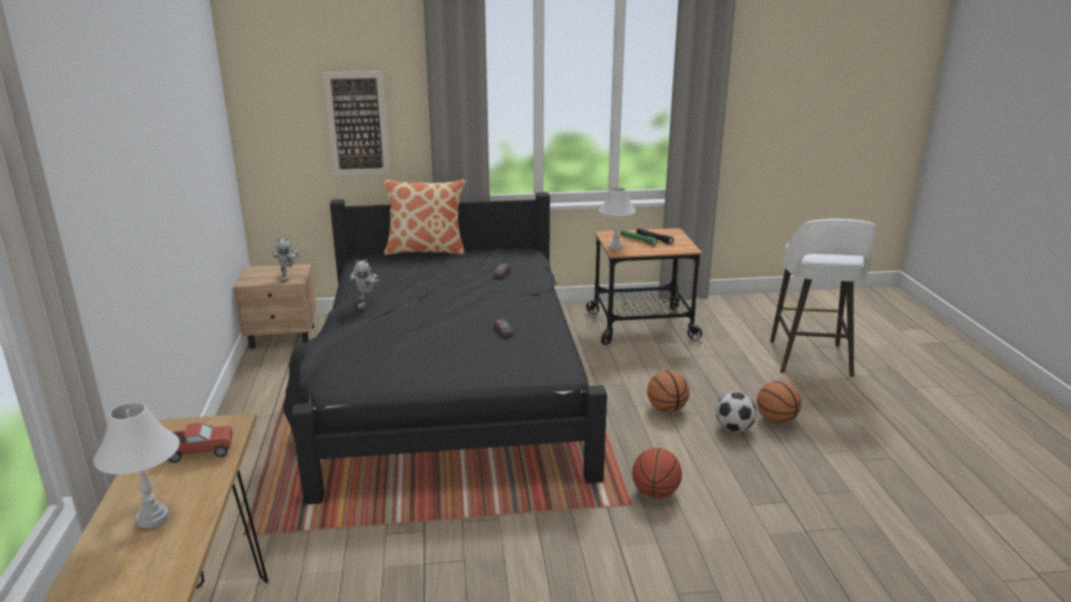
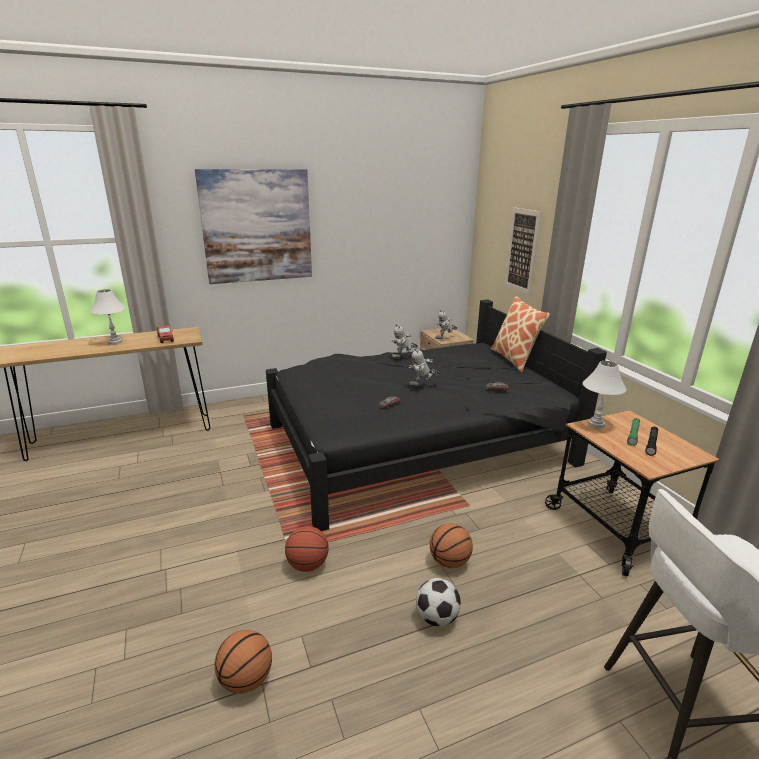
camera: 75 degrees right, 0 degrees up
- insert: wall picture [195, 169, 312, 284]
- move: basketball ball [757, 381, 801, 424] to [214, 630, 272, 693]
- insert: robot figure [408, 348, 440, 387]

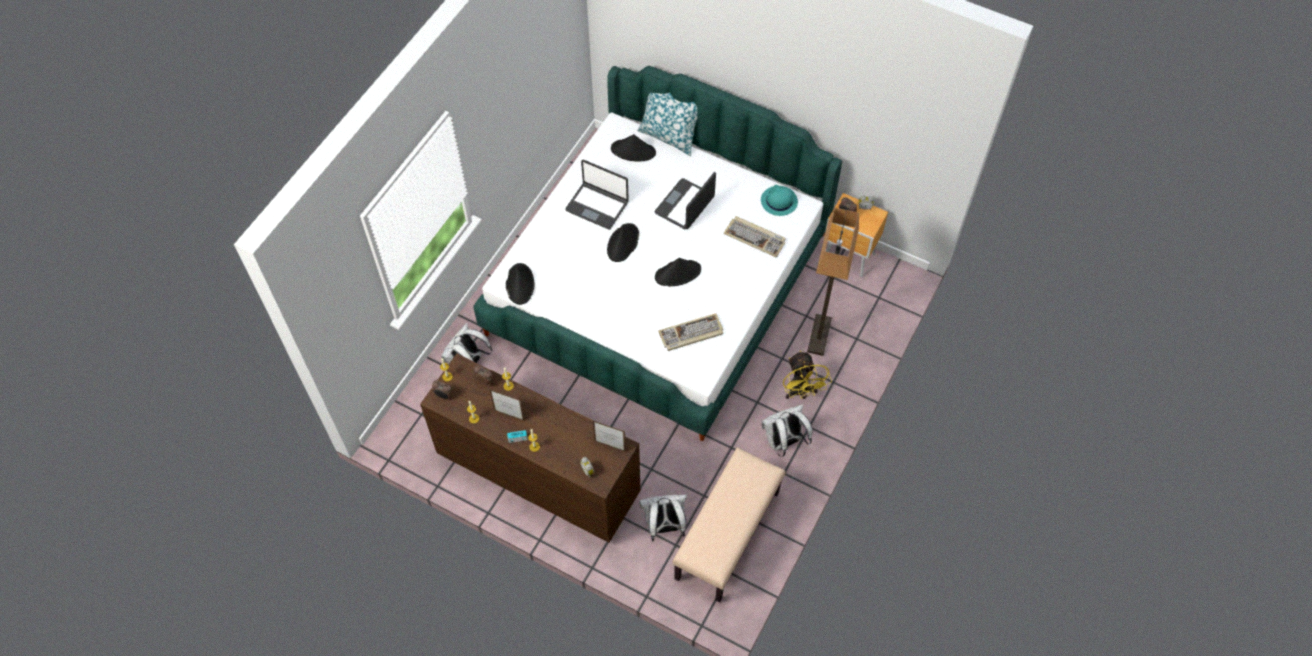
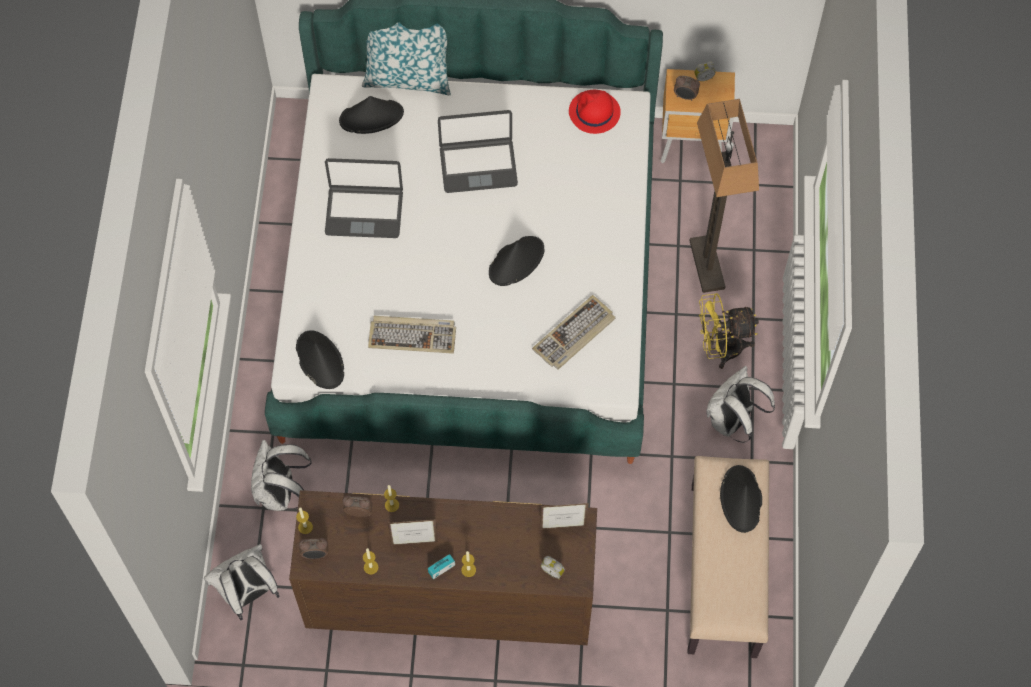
camera: 25 degrees left, 5 degrees up
- move: white-coloured knapsack [639, 495, 687, 541] to [204, 544, 280, 621]
- move: PC keyboard [724, 216, 786, 257] to [368, 316, 456, 354]
- rotate: portable computer [655, 172, 716, 229] = [438, 110, 518, 193] 105 degrees counterclockwise
- recolor: blue-green wearable hat [761, 185, 798, 216] to reddish wearable hat [569, 90, 621, 134]
- rotate: yellowish fan [783, 351, 832, 399] = [699, 293, 759, 369] 120 degrees clockwise
- move: black wearable hat [607, 223, 639, 262] to [720, 465, 762, 533]

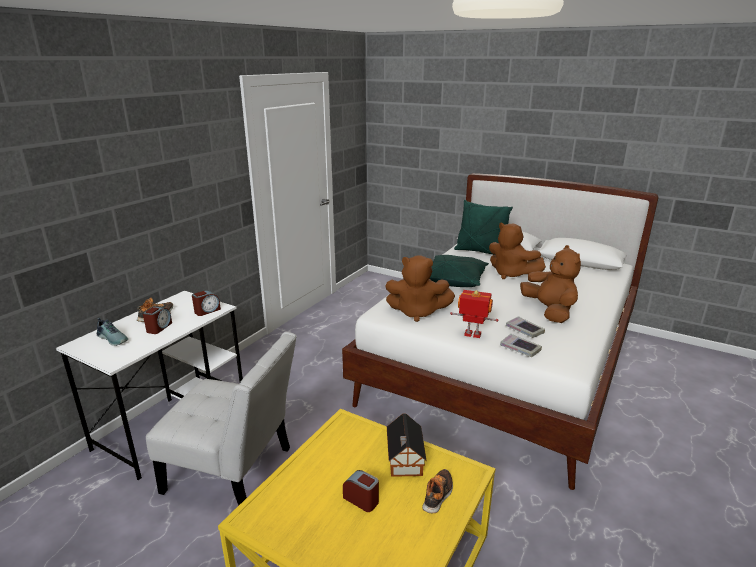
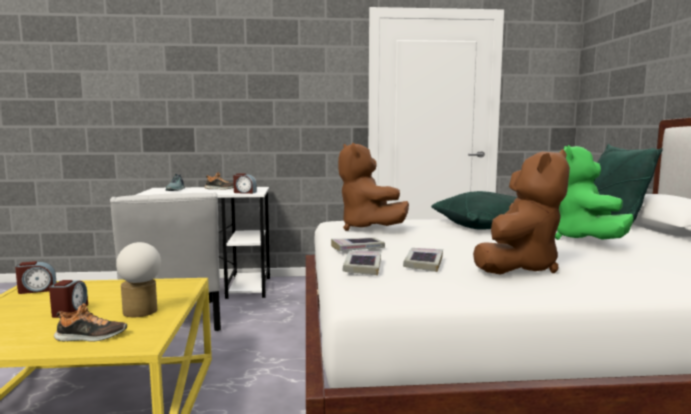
camera: 55 degrees right, 15 degrees down
- move: bedside clock [143, 306, 172, 334] to [15, 261, 57, 294]
- replace: miniature house [387, 413, 427, 477] to lamp for a table [116, 242, 161, 317]
- replace: robot figure [450, 290, 499, 338] to book [331, 238, 385, 251]
- recolor: brown-coloured plush toy [489, 222, 546, 279] to green-coloured plush toy [555, 145, 633, 240]

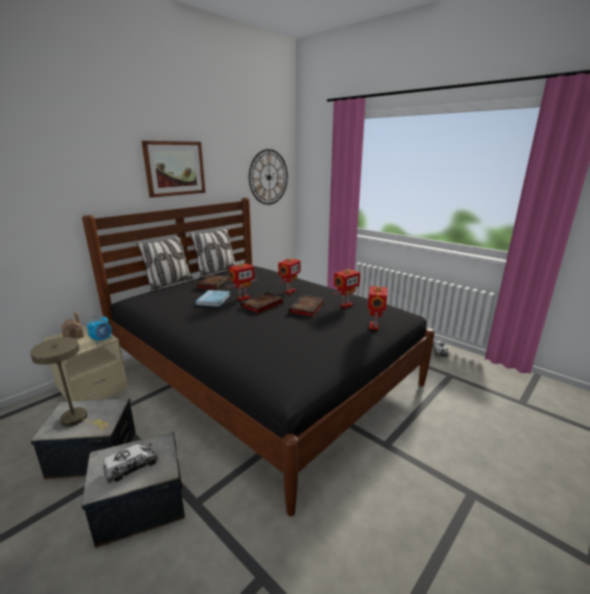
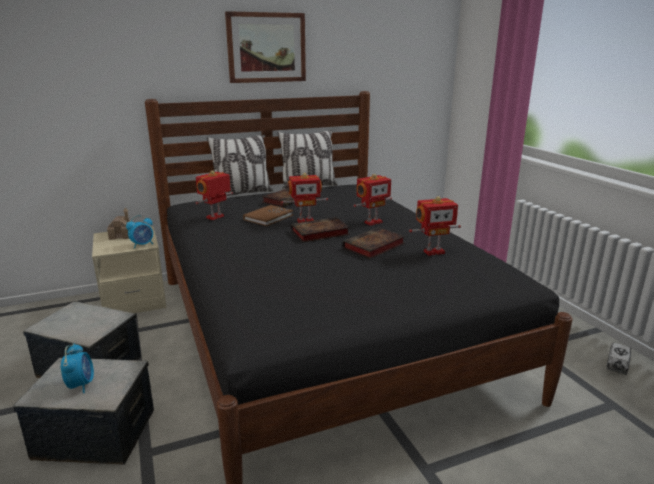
camera: 25 degrees right, 0 degrees up
- replace: toy truck [103, 443, 158, 483] to bedside clock [61, 343, 94, 393]
- move: robot figure [368, 286, 387, 330] to [196, 170, 233, 220]
- recolor: bluish book [196, 290, 230, 307] to brown-coloured book [243, 205, 293, 226]
- delete: sand-coloured lamp for a table [30, 337, 108, 429]
- delete: clock on the wall [249, 149, 288, 205]

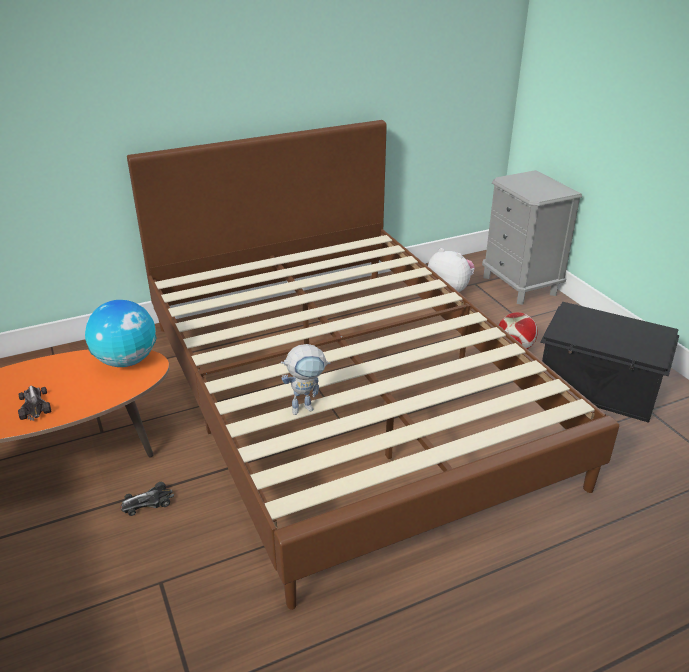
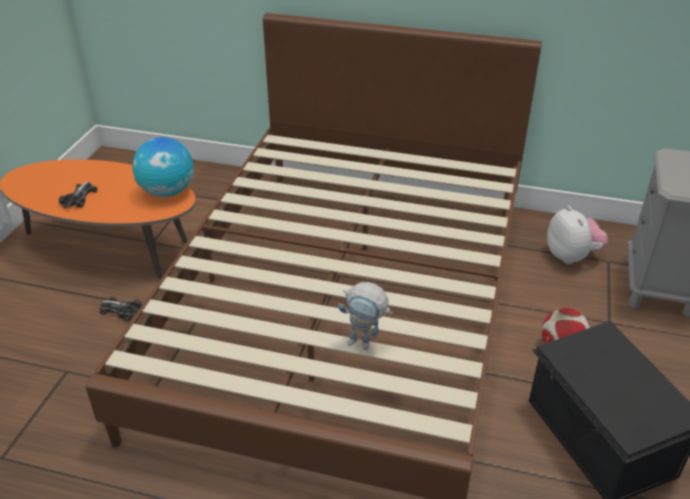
camera: 40 degrees right, 5 degrees up
- move: robot figure [281, 344, 330, 415] to [338, 282, 393, 350]

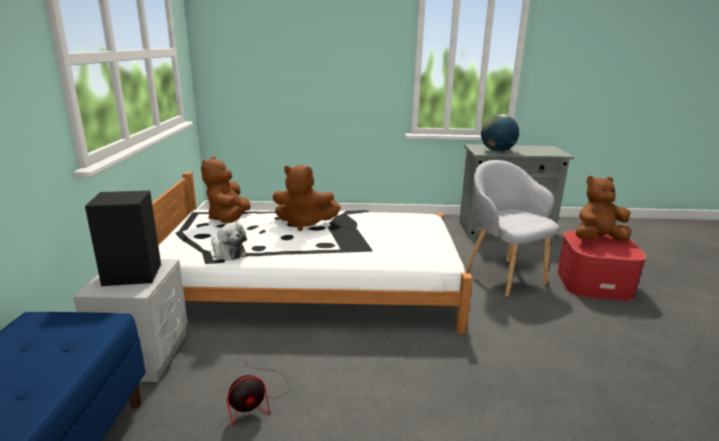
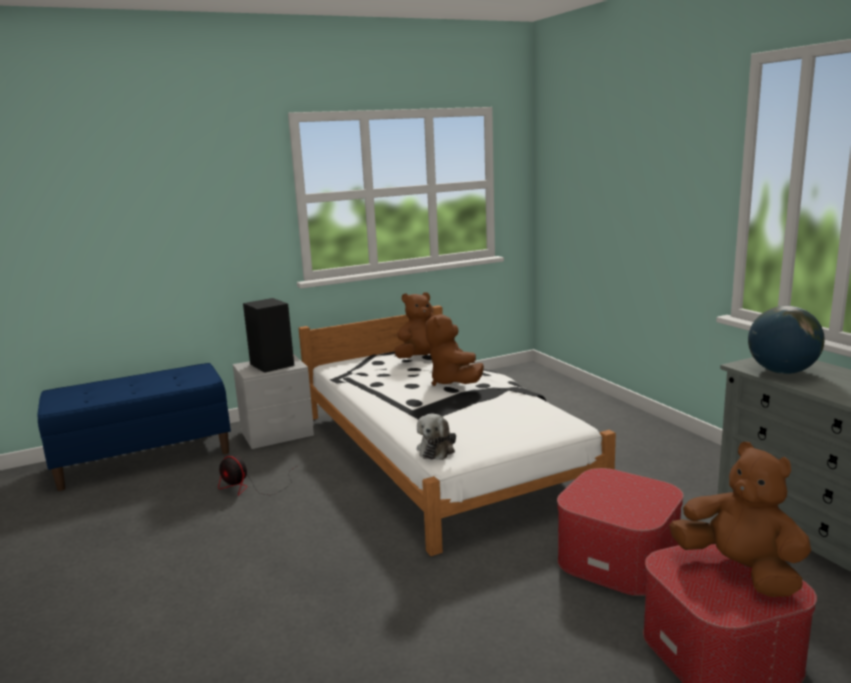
camera: 65 degrees right, 5 degrees down
- move: plush toy [211, 222, 247, 261] to [417, 414, 456, 460]
- replace: gray easy chair [465, 160, 559, 298] to pouffe [557, 468, 683, 596]

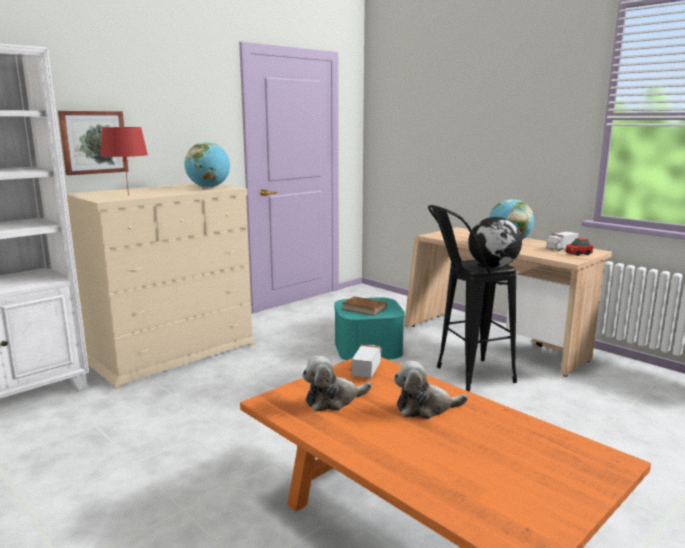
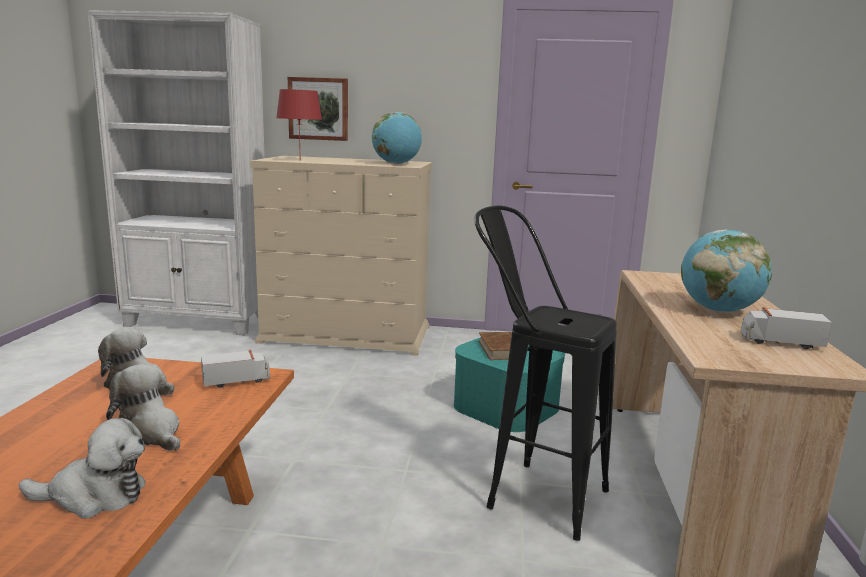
camera: 50 degrees right, 0 degrees up
- insert: plush toy [19, 418, 145, 519]
- delete: world globe [468, 217, 522, 268]
- delete: model car [566, 238, 593, 256]

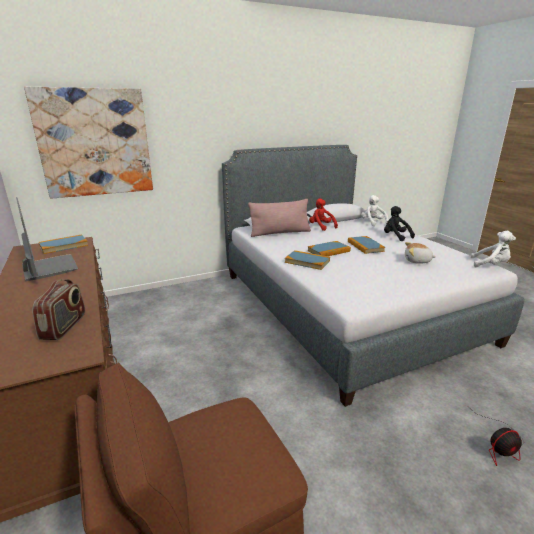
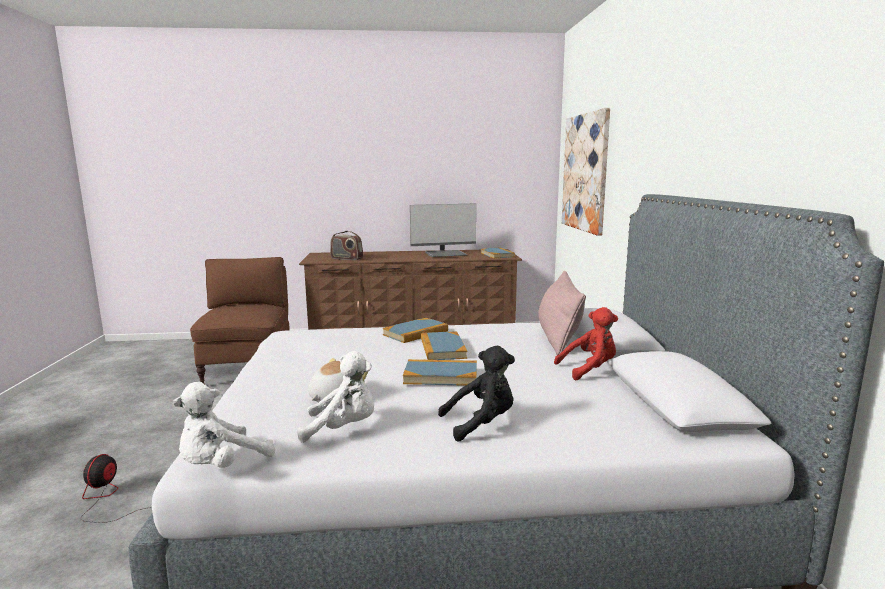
camera: 110 degrees right, 10 degrees down
- move: white-coloured plush toy [361, 195, 389, 226] to [297, 351, 374, 443]

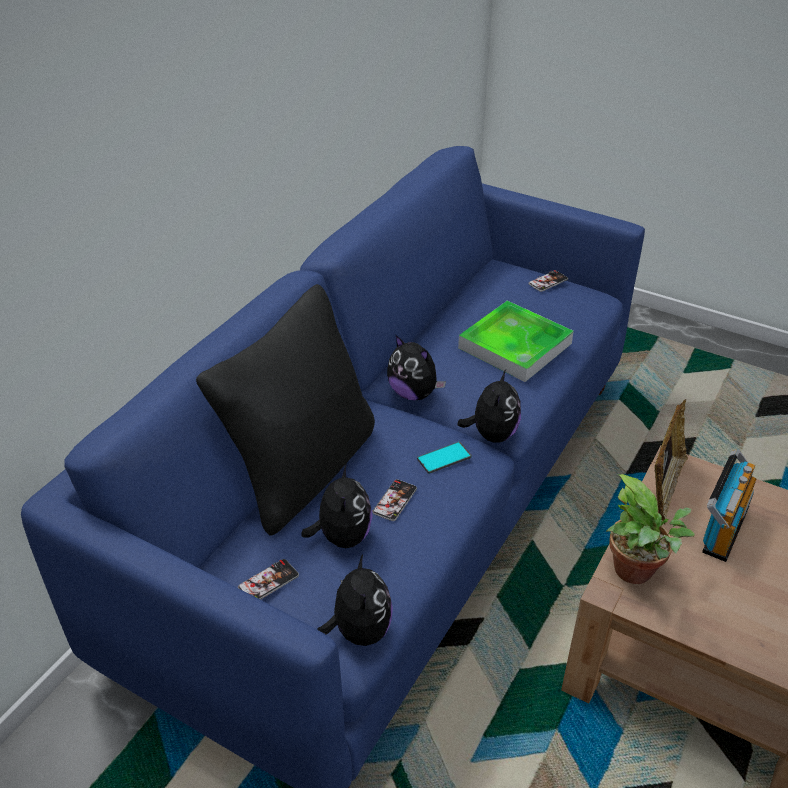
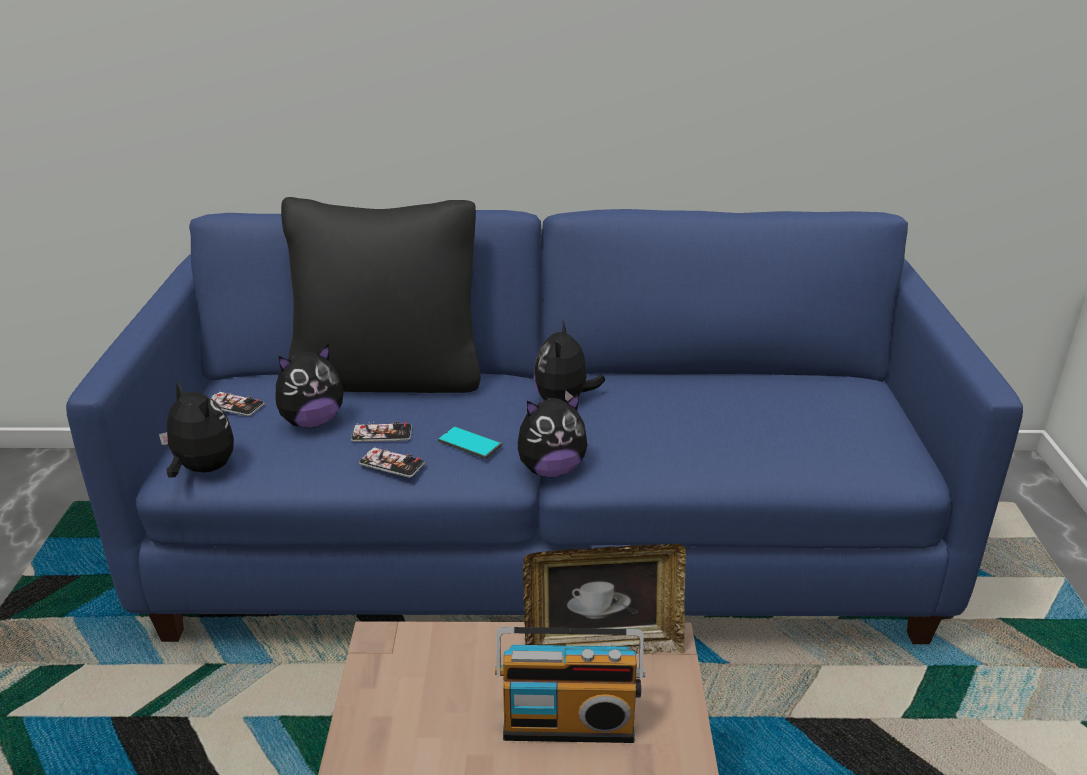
camera: 60 degrees right, 10 degrees down
- rotate: plush toy [317, 554, 393, 646] = [159, 380, 234, 477] 105 degrees counterclockwise
- move: handset [528, 270, 568, 292] to [359, 446, 425, 478]
- delete: carrying tray [458, 301, 574, 382]
- delete: houseplant [606, 474, 695, 584]

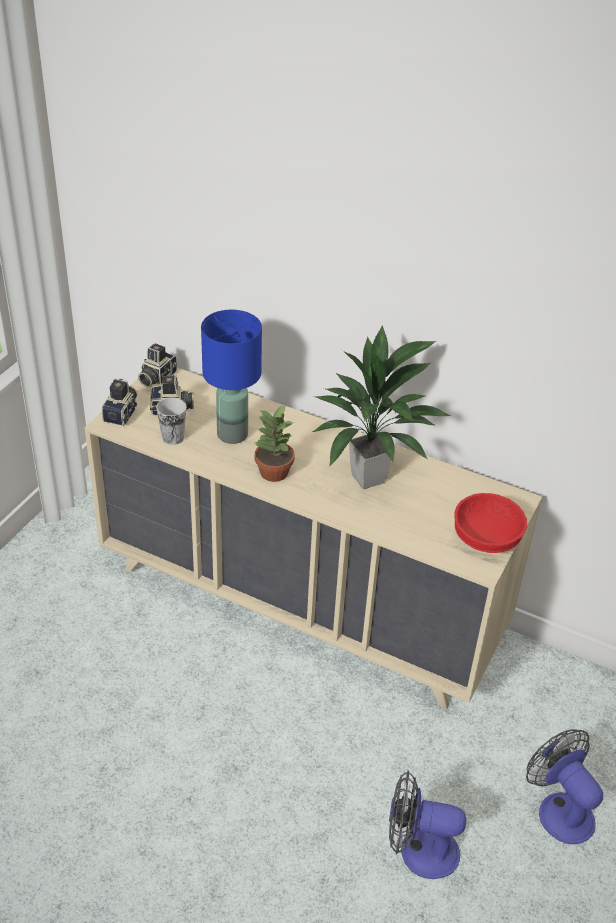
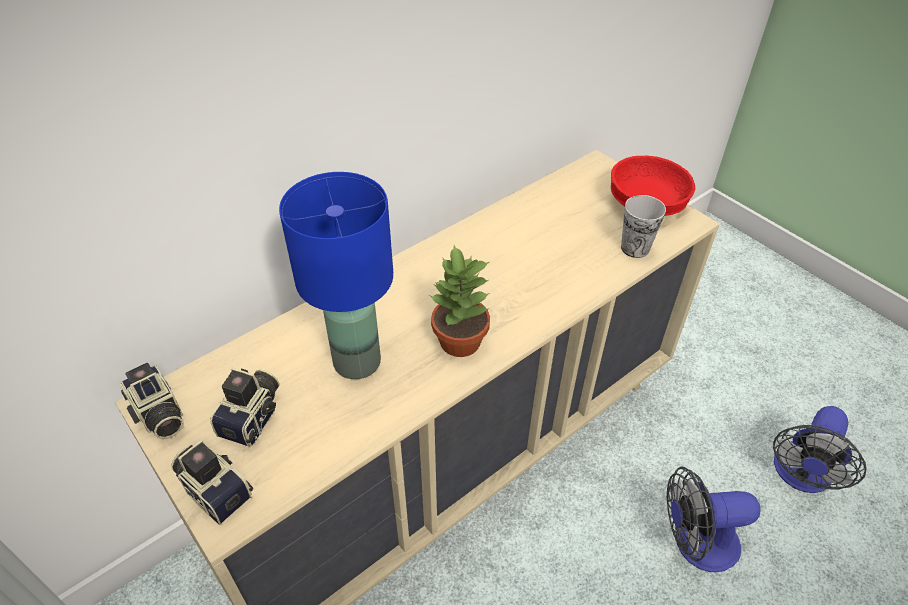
camera: 65 degrees left, 5 degrees up
- move: small cup [156, 397, 186, 445] to [621, 195, 666, 258]
- move: fan [526, 729, 603, 844] to [667, 466, 761, 572]
- delete: houseplant [313, 325, 451, 489]

